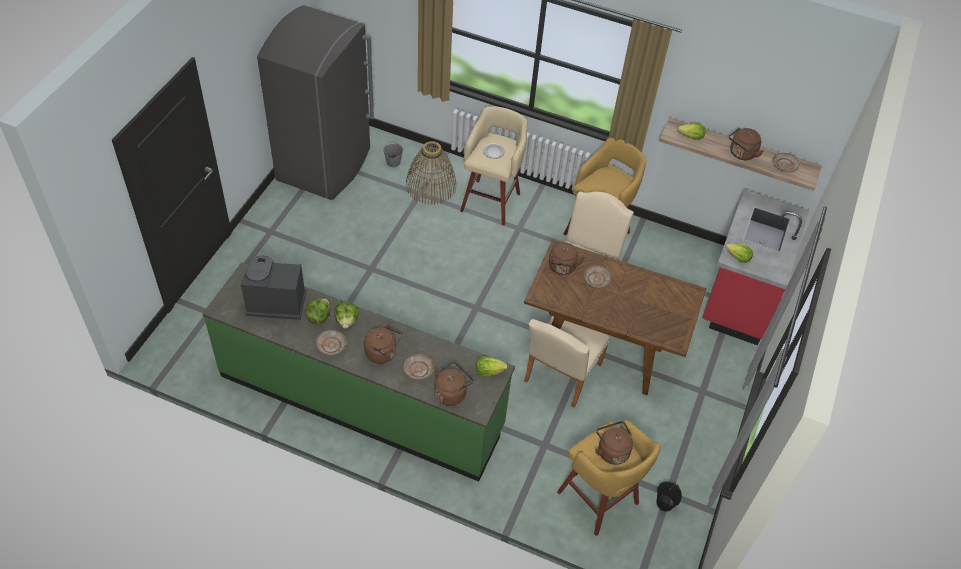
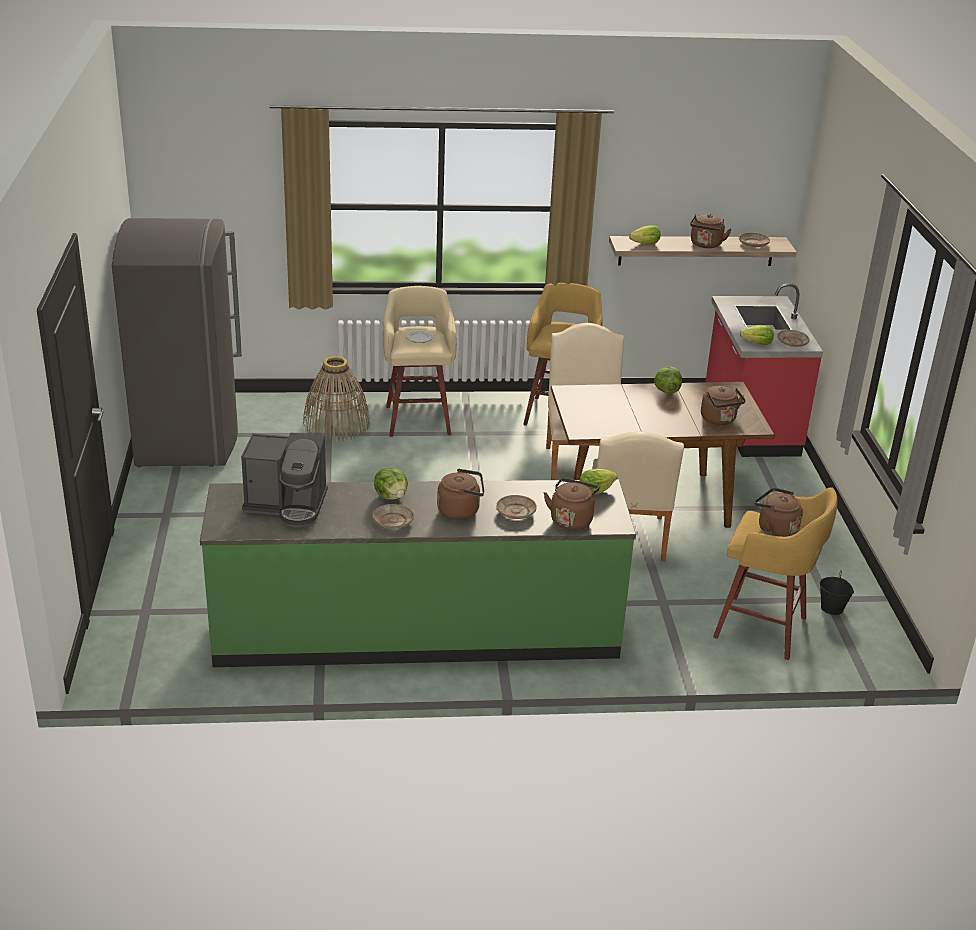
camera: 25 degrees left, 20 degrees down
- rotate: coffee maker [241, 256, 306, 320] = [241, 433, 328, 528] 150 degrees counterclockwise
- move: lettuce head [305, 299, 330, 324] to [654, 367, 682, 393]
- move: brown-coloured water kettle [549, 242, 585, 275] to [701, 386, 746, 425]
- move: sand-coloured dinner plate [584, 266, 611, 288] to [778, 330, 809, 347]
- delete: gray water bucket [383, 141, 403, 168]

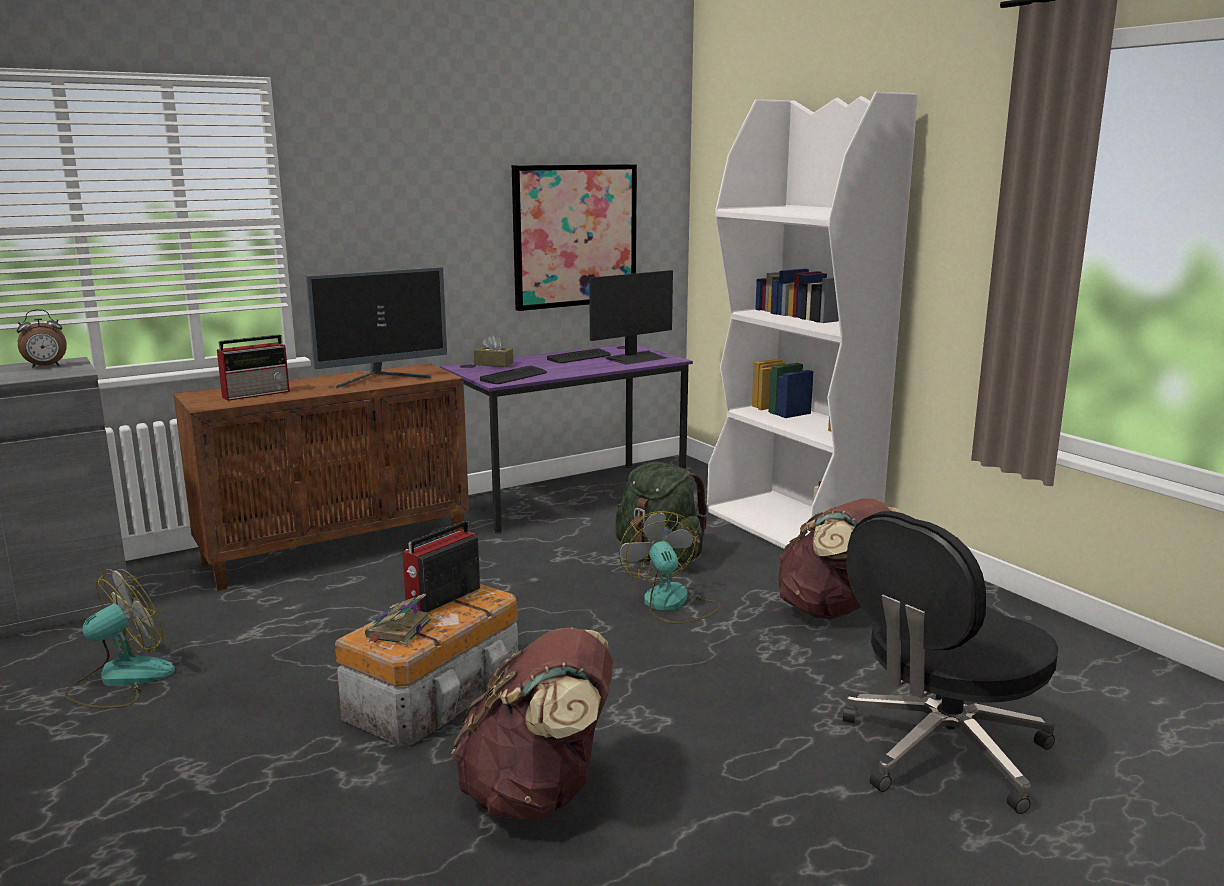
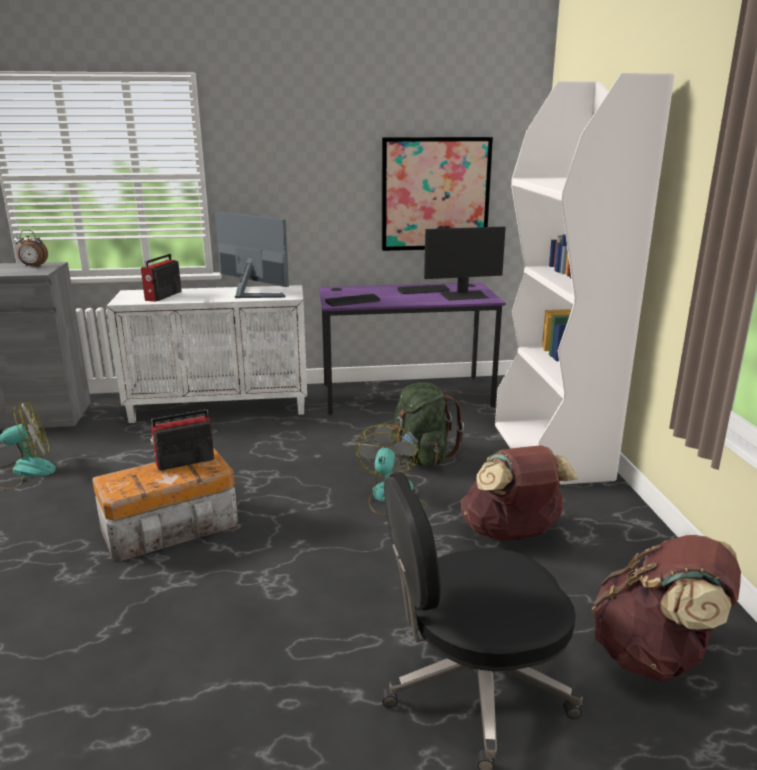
camera: 25 degrees right, 5 degrees up
- recolor: brown-coloured cupboard [173, 363, 469, 591] to white-coloured cupboard [106, 285, 307, 423]
- rotate: radio receiver [217, 335, 290, 401] = [141, 254, 182, 302] 120 degrees clockwise
- rotate: computer screen [306, 267, 447, 389] = [215, 211, 289, 298] 135 degrees counterclockwise
- move: brown-coloured knapsack [451, 627, 613, 819] to [592, 535, 741, 682]
- delete: book [365, 593, 431, 645]
- delete: brown-coloured box of tissues [474, 335, 513, 367]

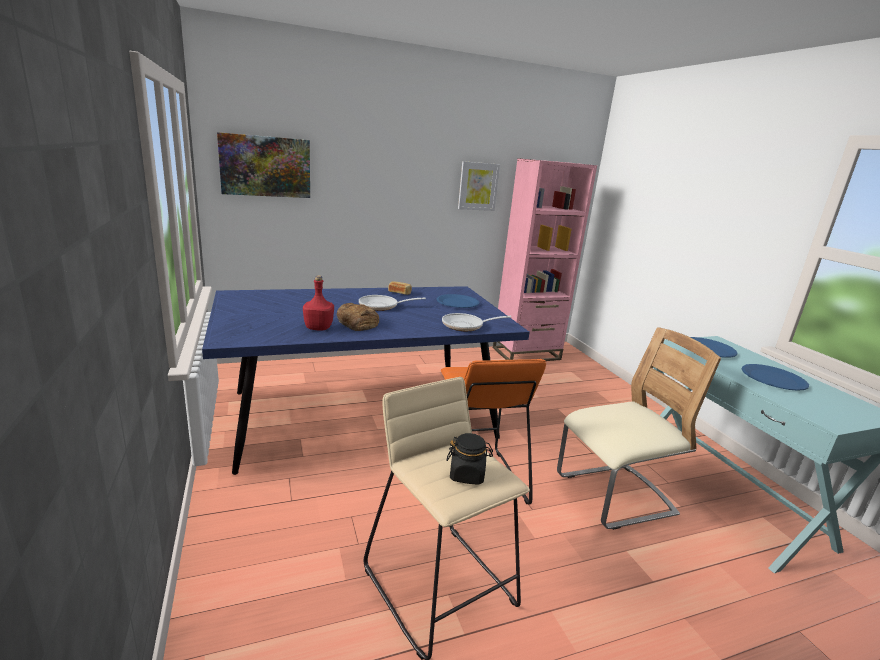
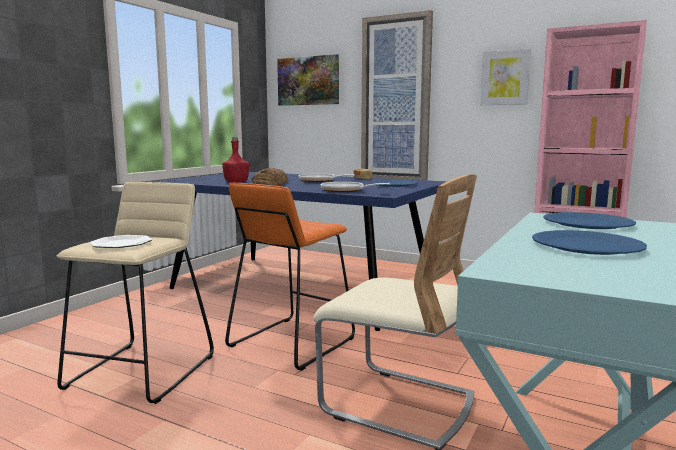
camera: 50 degrees right, 10 degrees down
- replace: black storage jar [446, 433, 493, 485] to dinner plate [90, 235, 153, 248]
- insert: wall picture [361, 10, 433, 180]

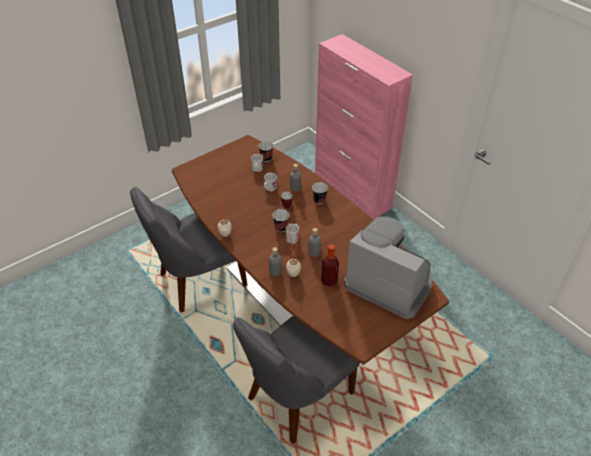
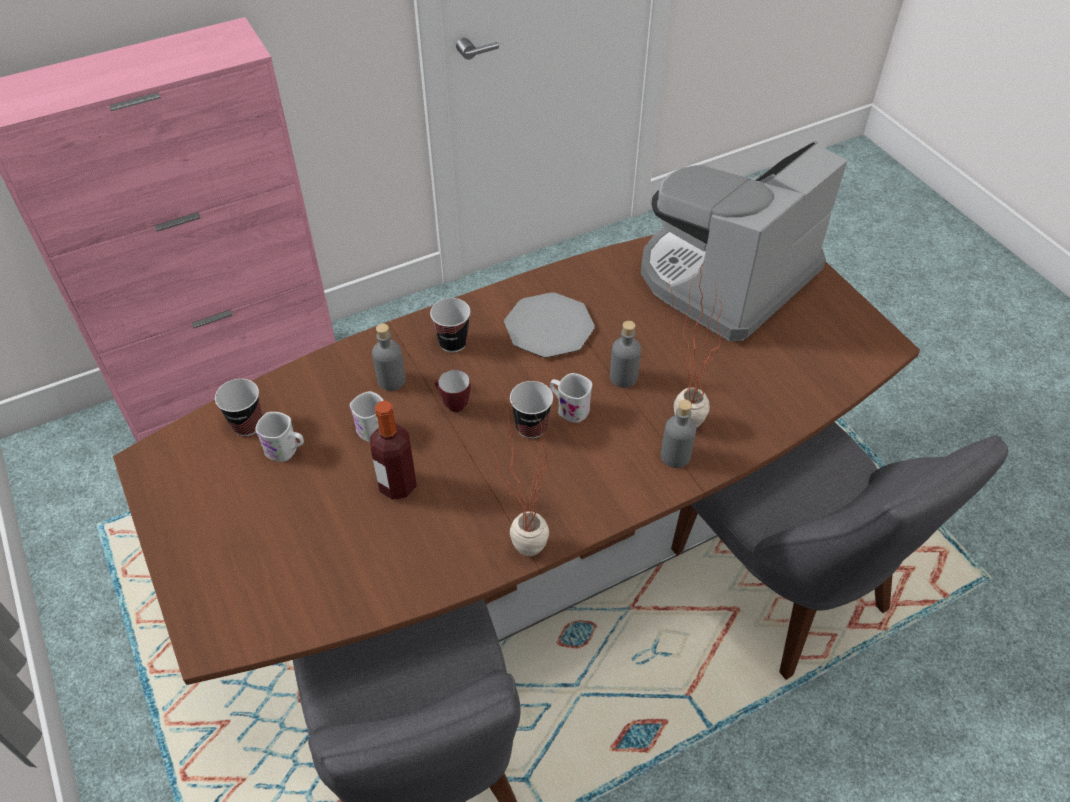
camera: 80 degrees left, 5 degrees up
- move: drink bottle [321, 244, 339, 287] to [370, 401, 417, 500]
- insert: dinner plate [504, 292, 595, 358]

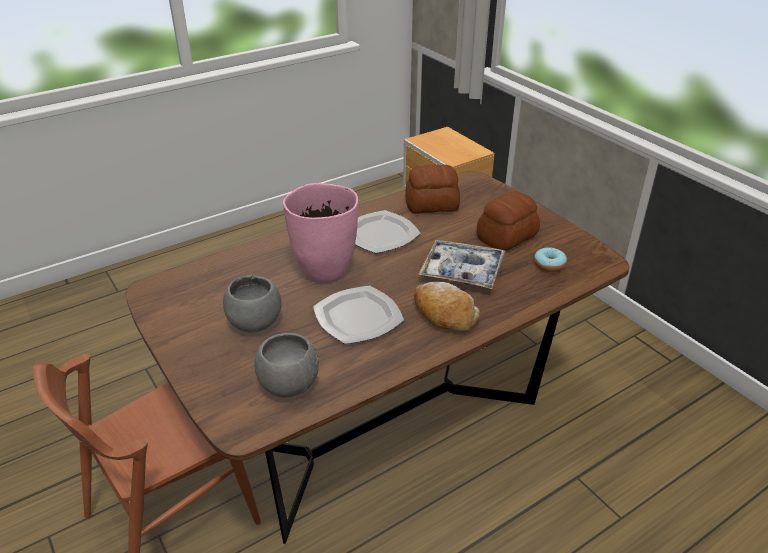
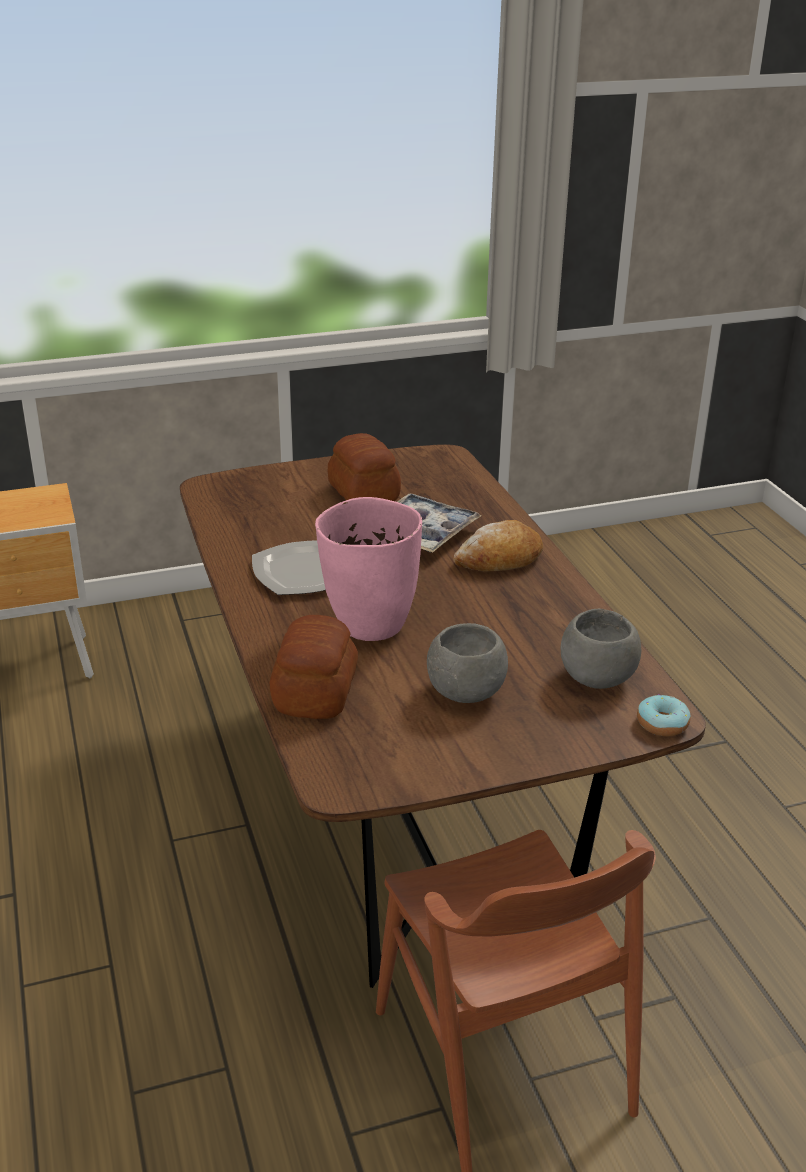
camera: 75 degrees left, 5 degrees down
- move: baked bread [405, 165, 460, 214] to [270, 615, 358, 719]
- move: doughnut [534, 247, 567, 272] to [637, 694, 690, 736]
- delete: dinner plate [313, 286, 404, 344]

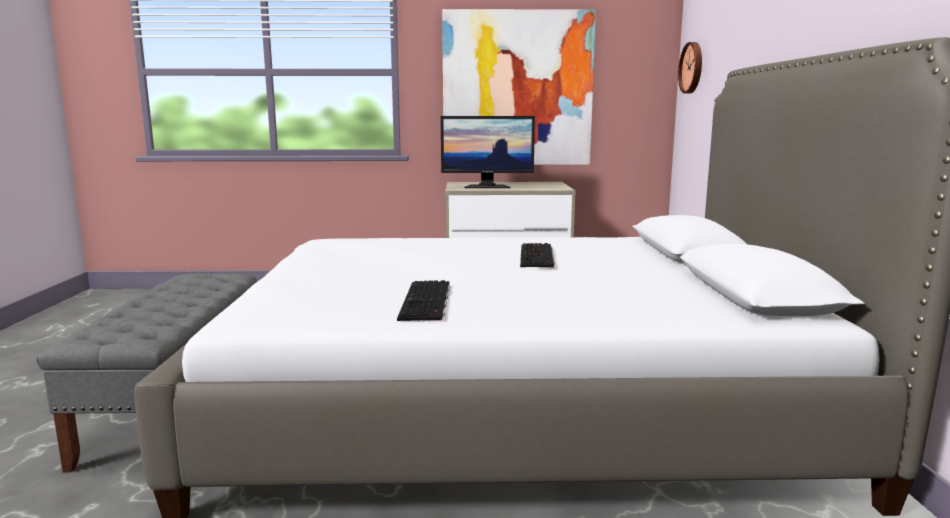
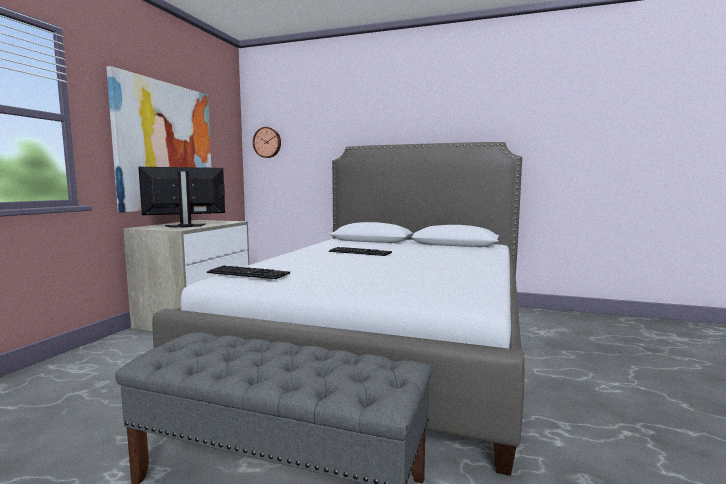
camera: 70 degrees left, 5 degrees down
- rotate: computer screen [441, 116, 535, 188] = [138, 167, 225, 228] 135 degrees counterclockwise
- move: PC keyboard [397, 280, 450, 321] to [207, 265, 290, 279]

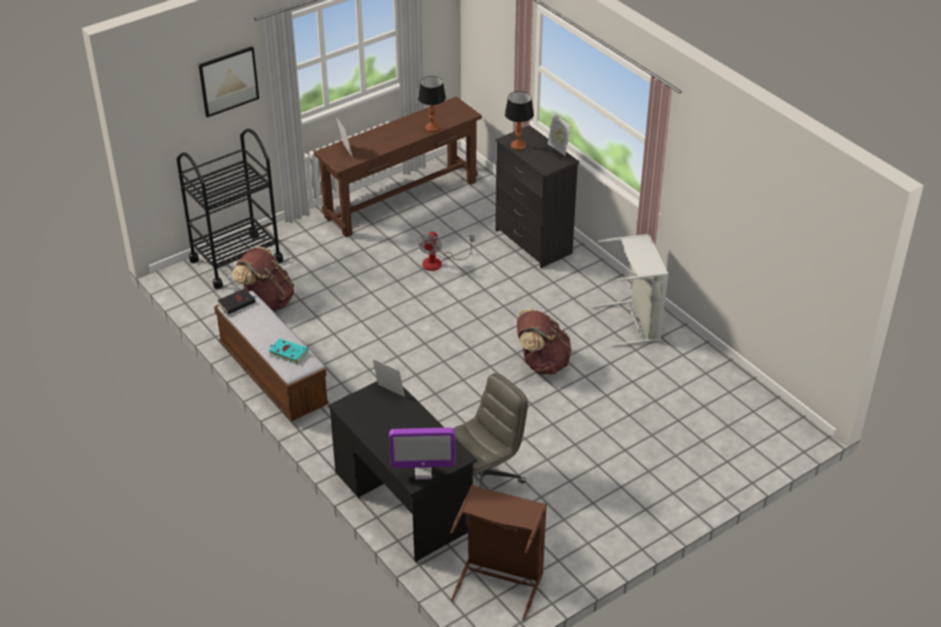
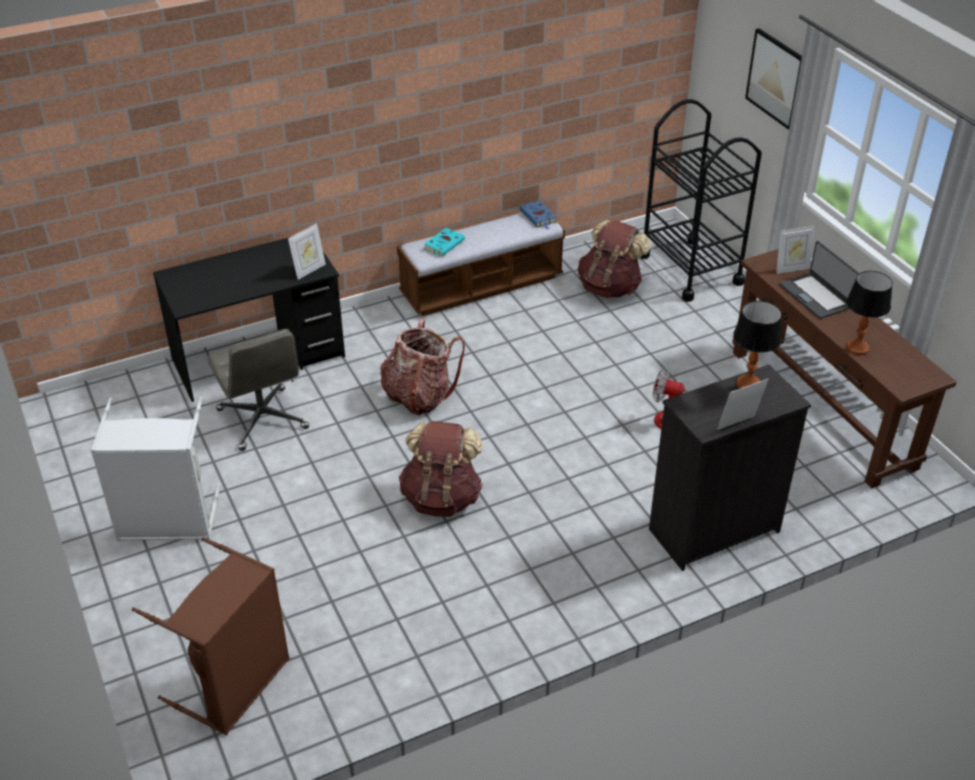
camera: 100 degrees right, 0 degrees up
- move: gray hamper [593, 234, 668, 347] to [91, 397, 220, 541]
- move: brown-coloured hamper [450, 485, 547, 620] to [132, 537, 290, 735]
- insert: knapsack [380, 318, 465, 416]
- recolor: black book [217, 288, 257, 314] to bluish book [519, 200, 557, 229]
- insert: portable computer [779, 241, 860, 319]
- delete: computer screen [389, 428, 455, 480]

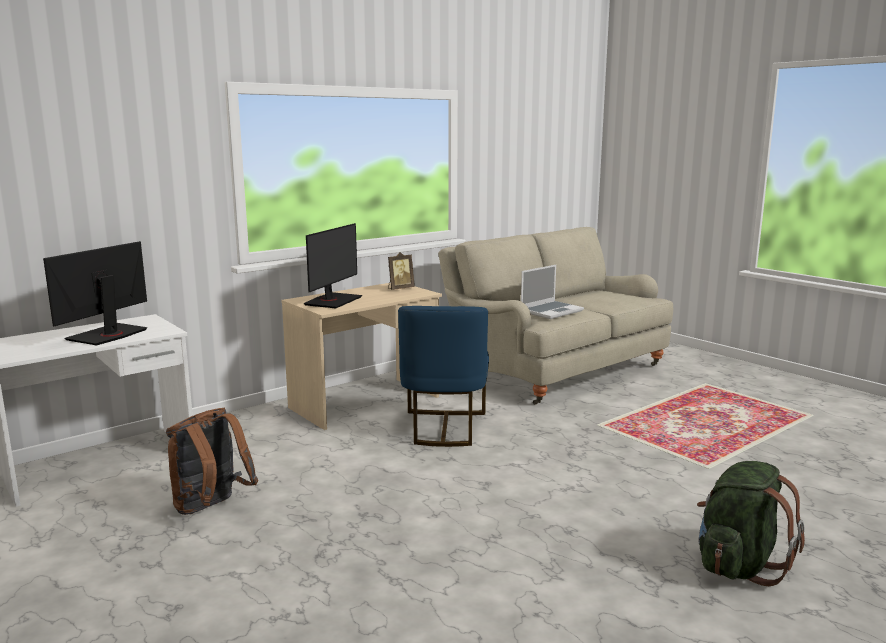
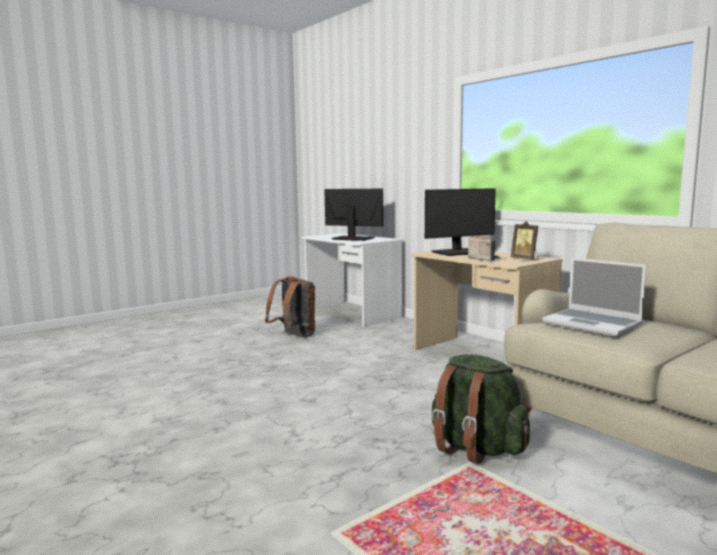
camera: 90 degrees right, 5 degrees down
- rotate: computer screen [304, 223, 362, 308] = [425, 188, 496, 256] 45 degrees counterclockwise
- move: green-coloured knapsack [697, 461, 805, 586] to [432, 354, 530, 463]
- insert: radio receiver [468, 236, 501, 261]
- delete: bluish plain chair [398, 306, 489, 447]

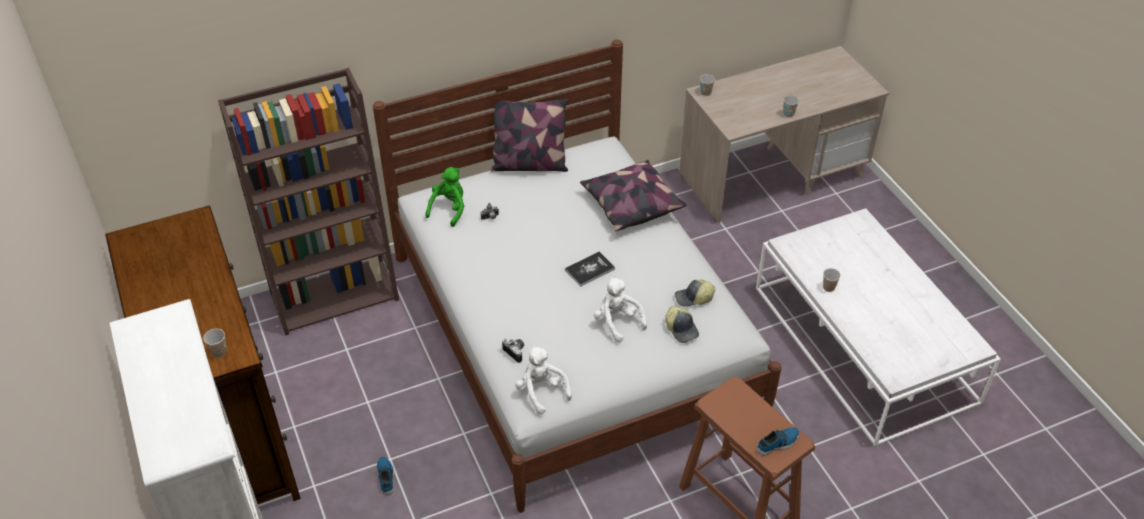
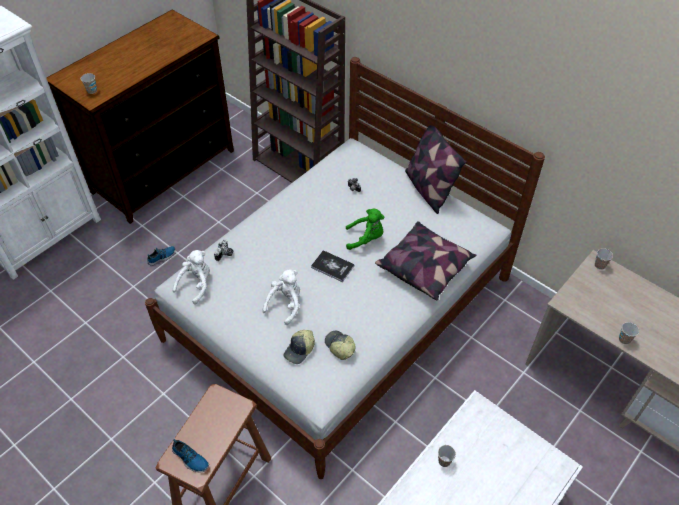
camera: 65 degrees right, 5 degrees up
- move: green-coloured plush toy [426, 167, 464, 227] to [346, 209, 384, 250]

